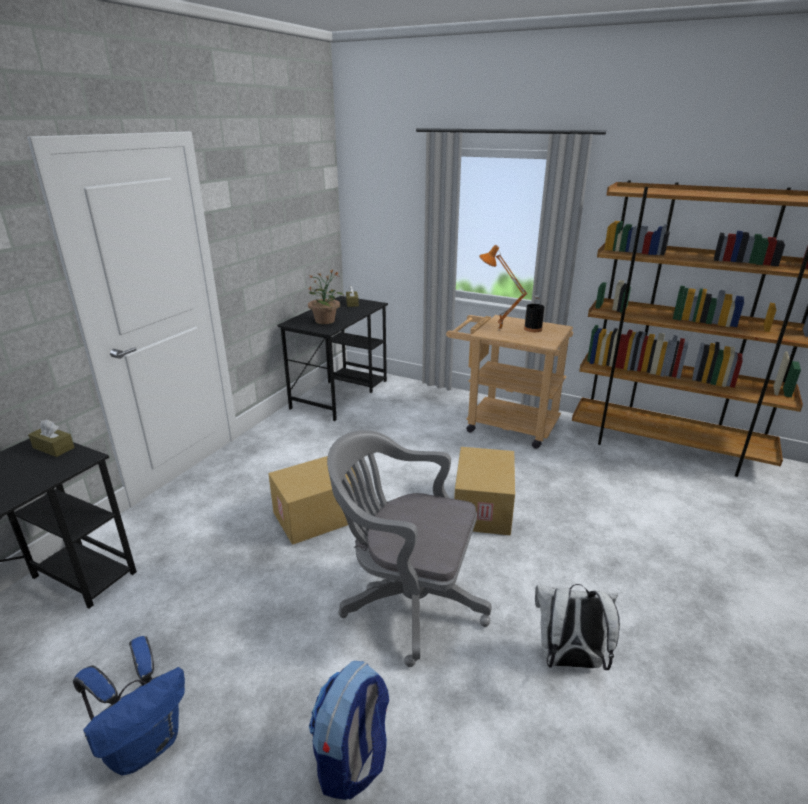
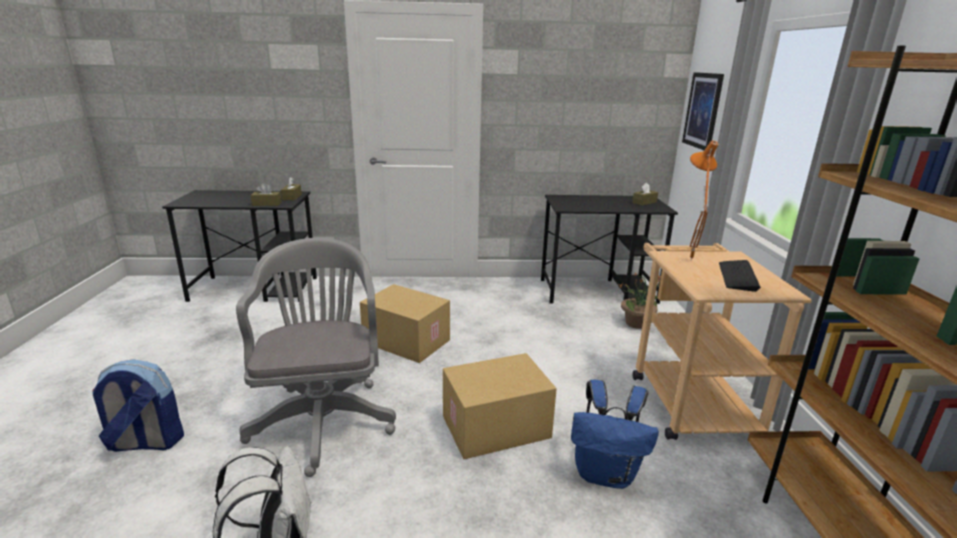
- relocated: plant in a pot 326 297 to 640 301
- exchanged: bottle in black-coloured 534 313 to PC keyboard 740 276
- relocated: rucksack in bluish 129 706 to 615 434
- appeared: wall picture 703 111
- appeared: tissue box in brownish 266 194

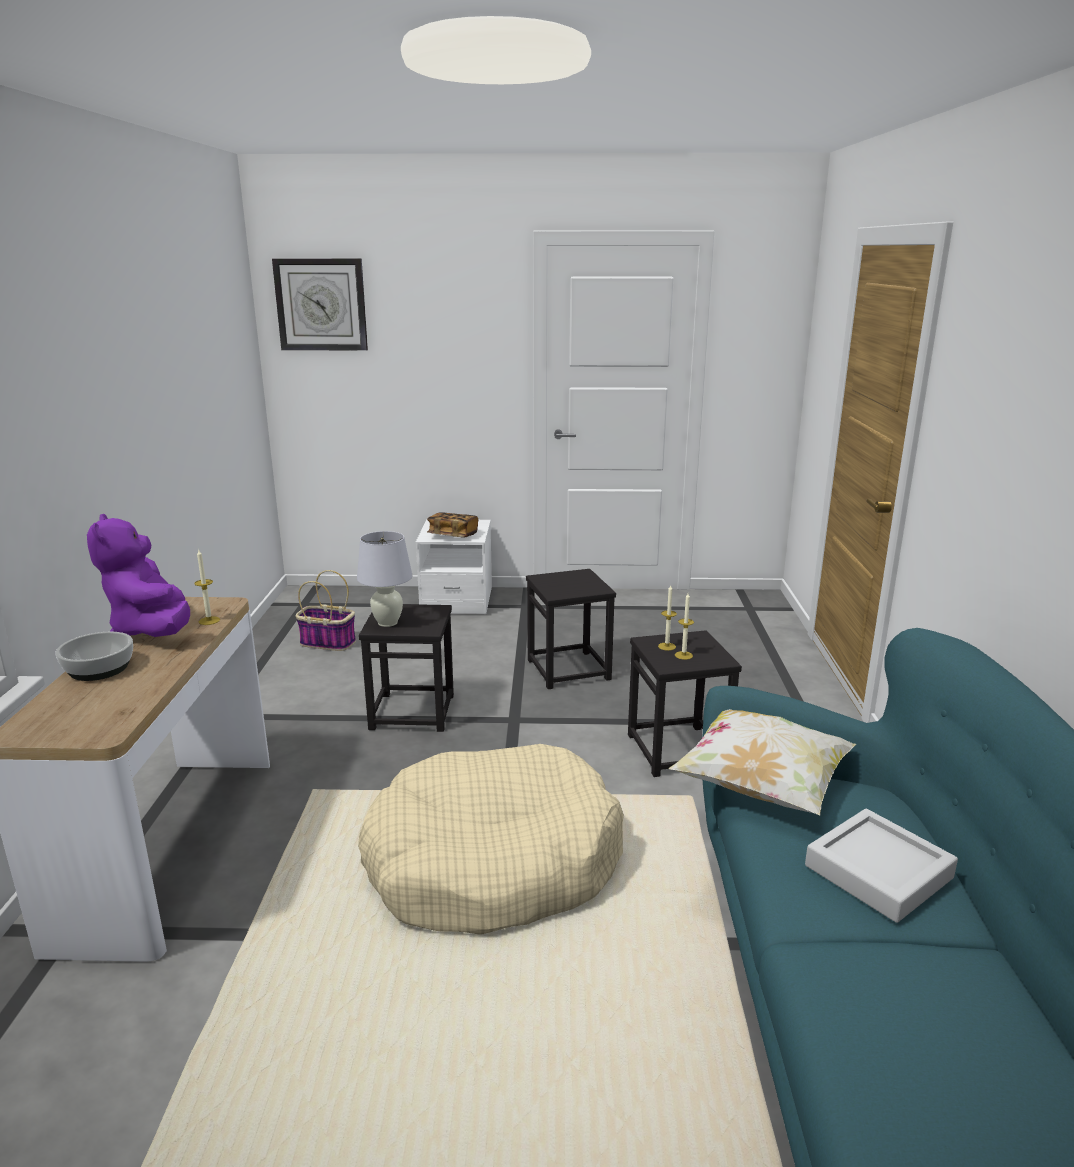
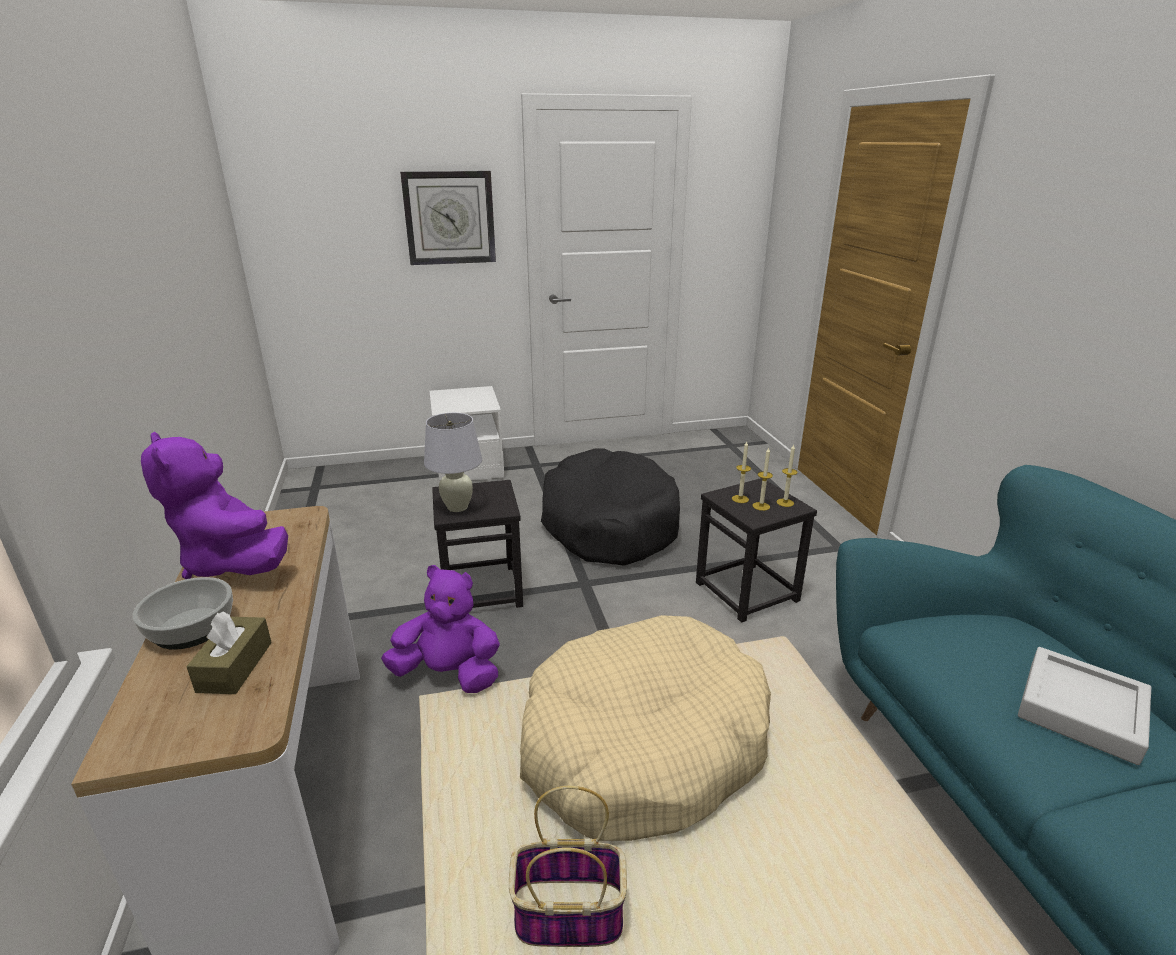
- relocated: clock on the wall 320 304 to 448 218
- missing: bound book 452 525
- relocated: candle 207 587 to 787 476
- exchanged: stool seat in black-coloured 571 629 to pet bed in black-coloured 610 507
- relocated: basket 326 610 to 568 866
- missing: throw pillow 762 762
- appeared: soft toy in purple-coloured 440 629
- appeared: tissue box in brownish 229 652

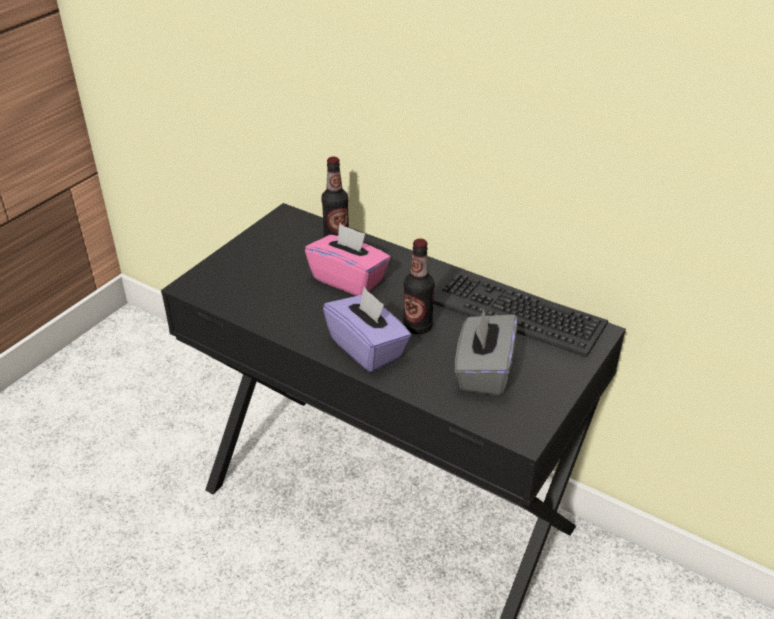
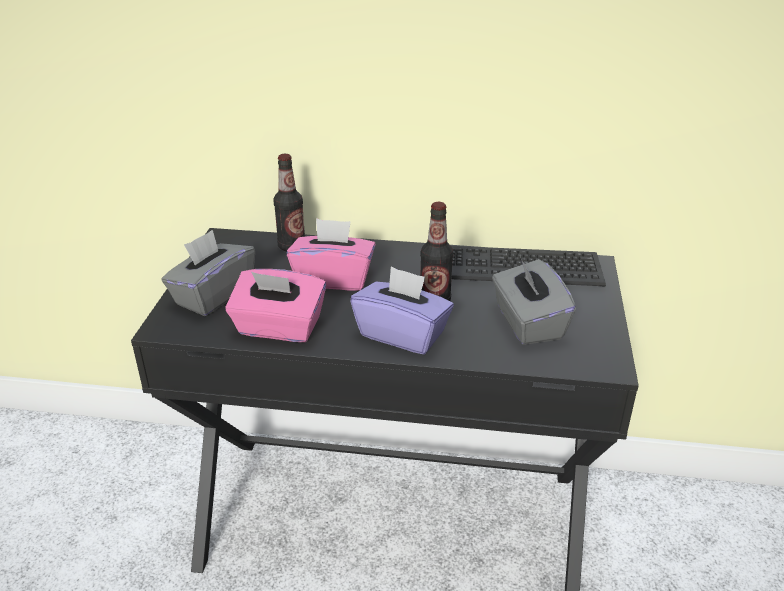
- appeared: tissue box in grey 208 273
- appeared: tissue box in pinkish 276 305

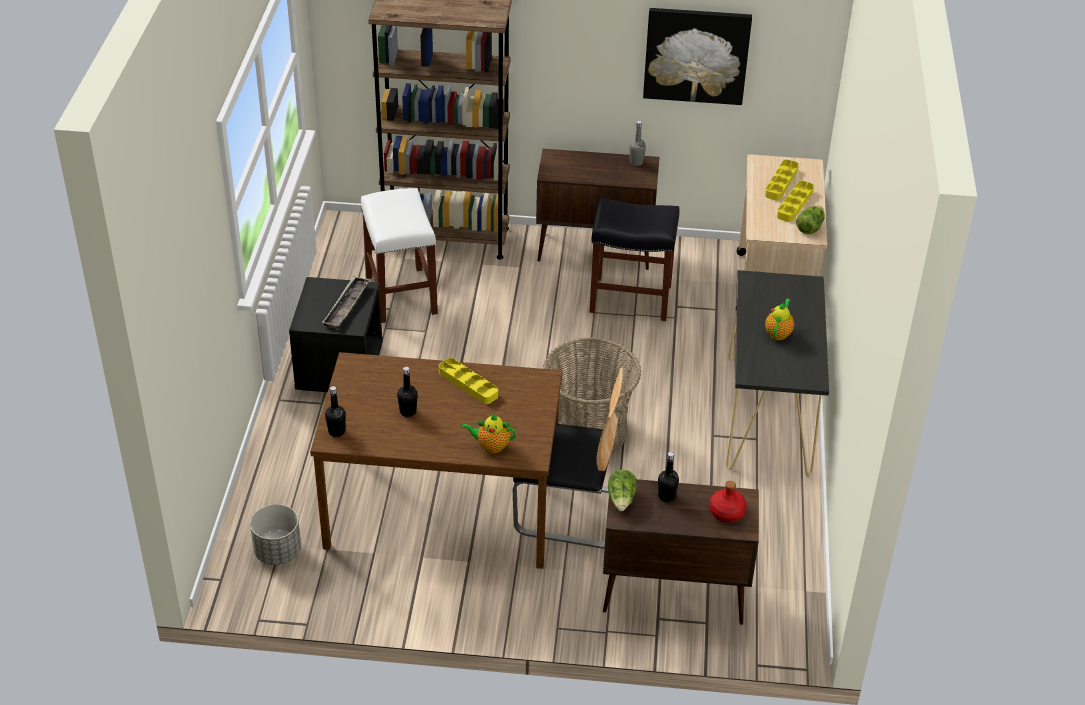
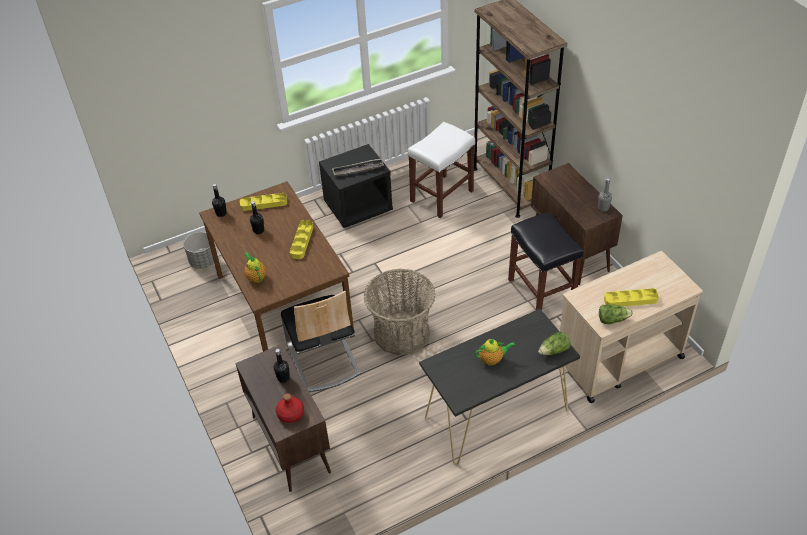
- missing: wall picture 697 56
- relocated: carrying tray in yellow-coloured 782 180 to 263 202
- relocated: head of lettuce 622 490 to 554 343

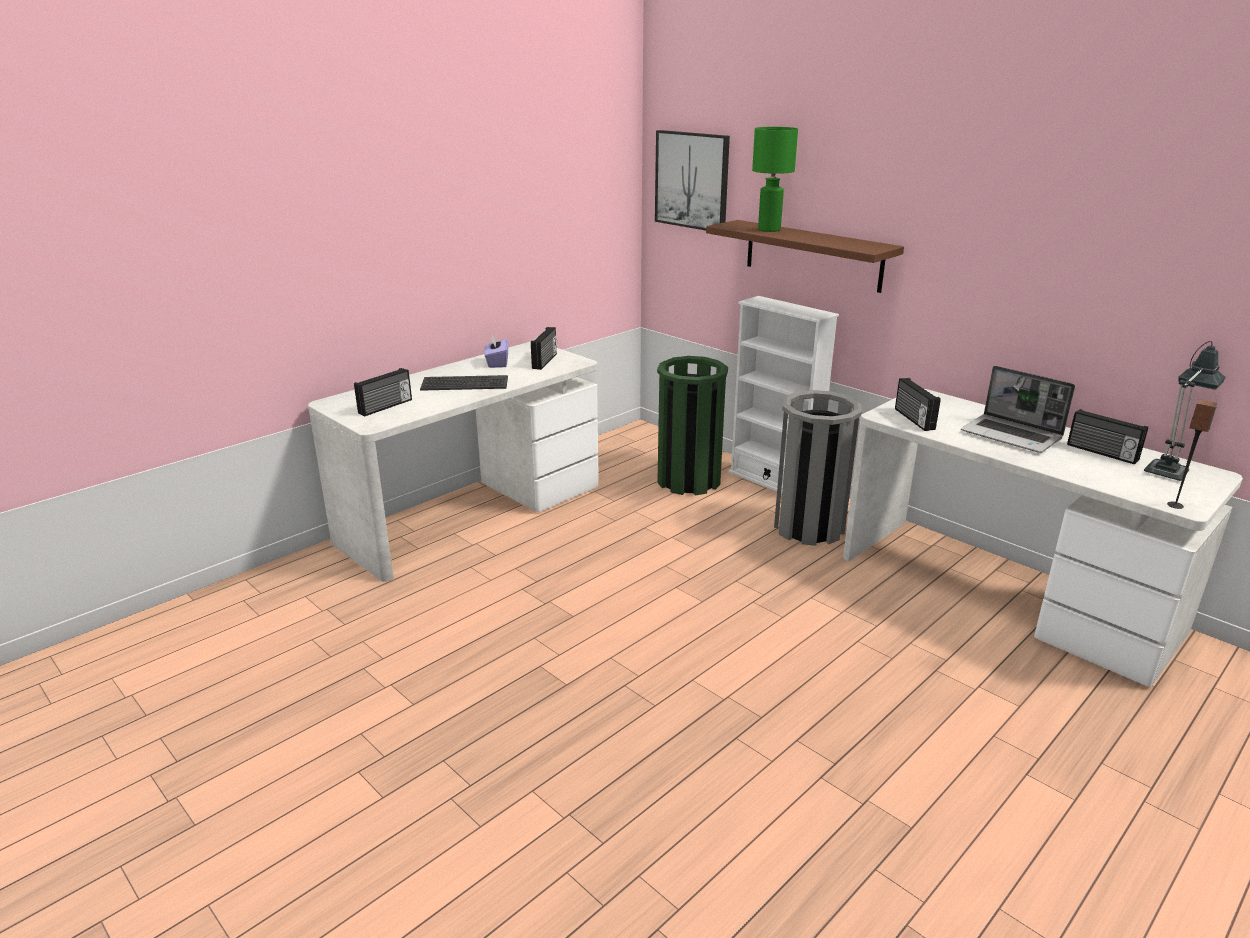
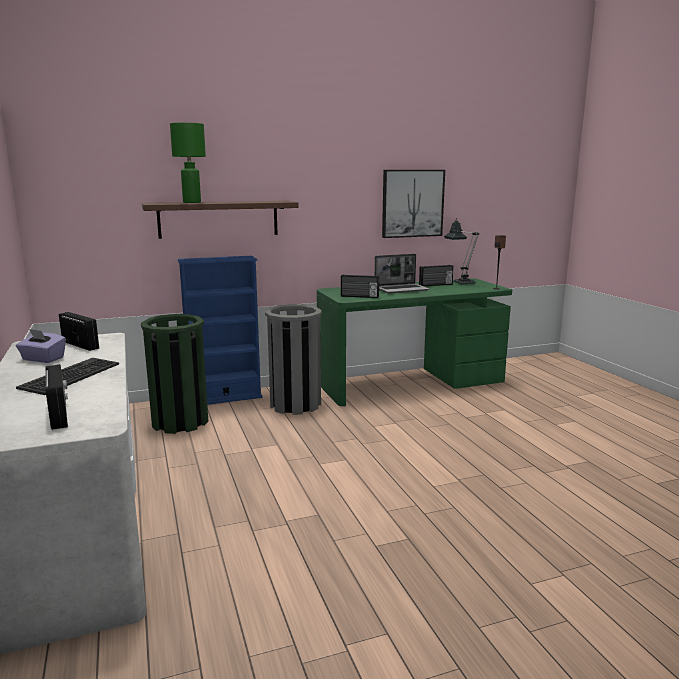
- relocated: wall picture 692 180 to 413 204
- colour: shelving unit in white-coloured 784 395 to shelving unit in bluish 220 330
- colour: desk table in white-coloured 1043 537 to desk table in greenish 414 342

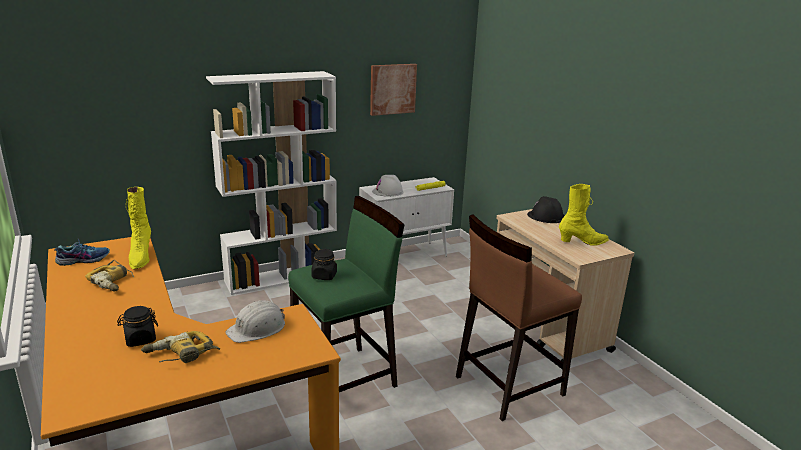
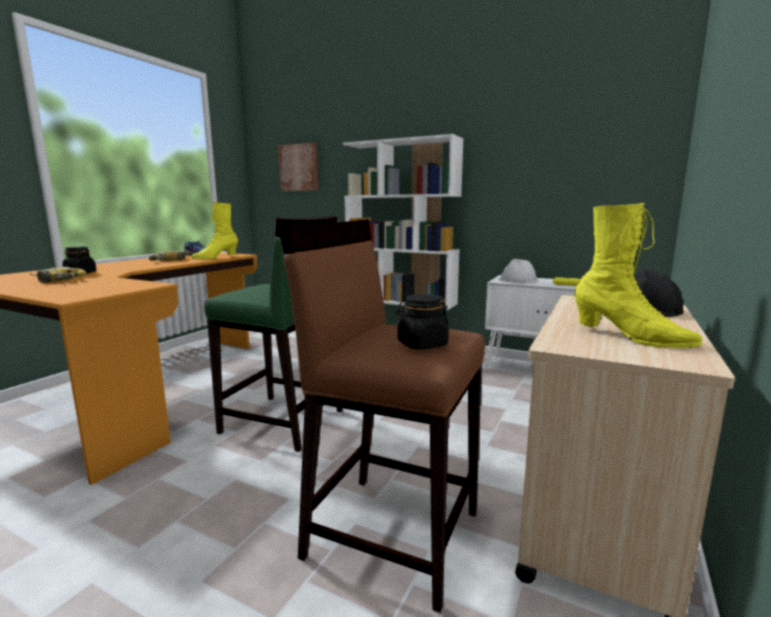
- relocated: wall picture 393 90 to 298 166
- relocated: preserve jar in black-coloured 324 264 to 422 321
- missing: safety helmet in white-coloured 255 321

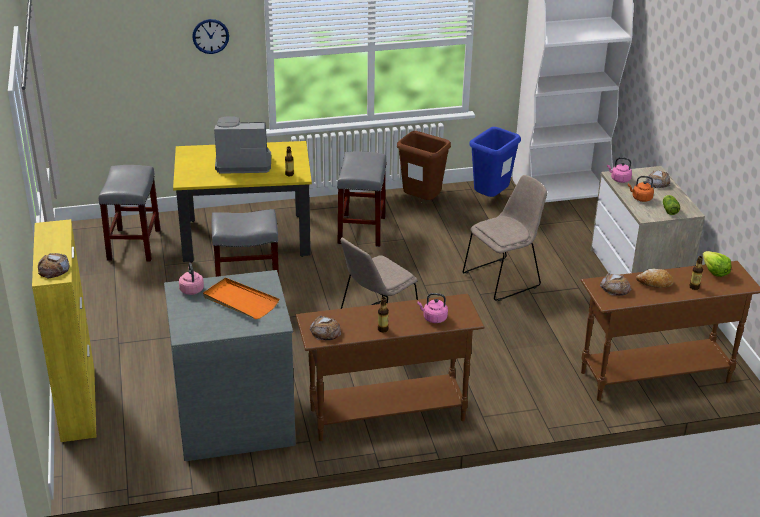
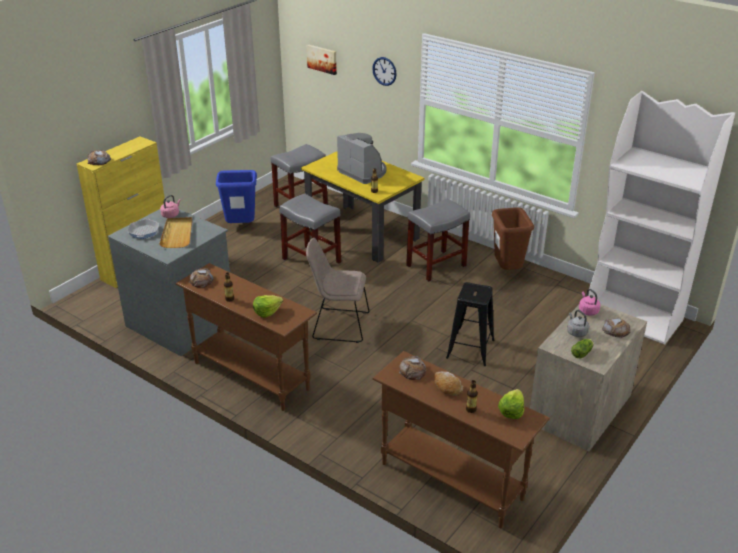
- relocated: rubbish bin in bluish 495 162 to 236 196
- exchanged: chair in beige-coloured 505 238 to stool seat in black-coloured 470 324
- colour: kettle in orange 641 189 to kettle in grey 578 323
- colour: carrying tray in orange 241 298 to carrying tray in beige-coloured 175 232
- exchanged: kettle in pinkish 432 308 to head of lettuce 268 306
- appeared: wall picture 322 60
- appeared: skillet 143 228

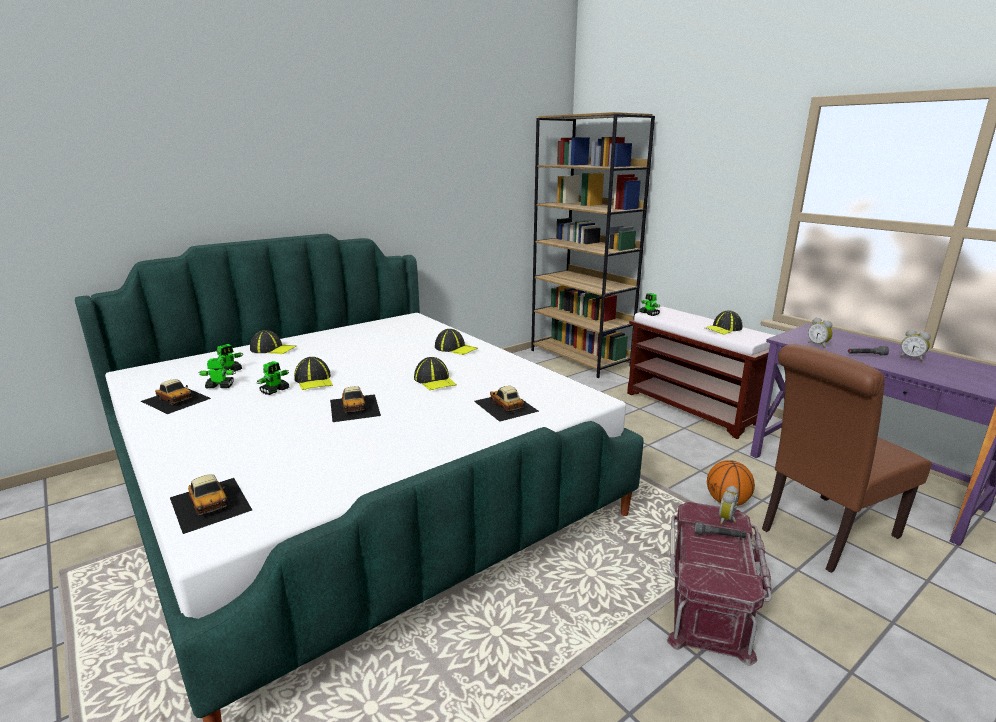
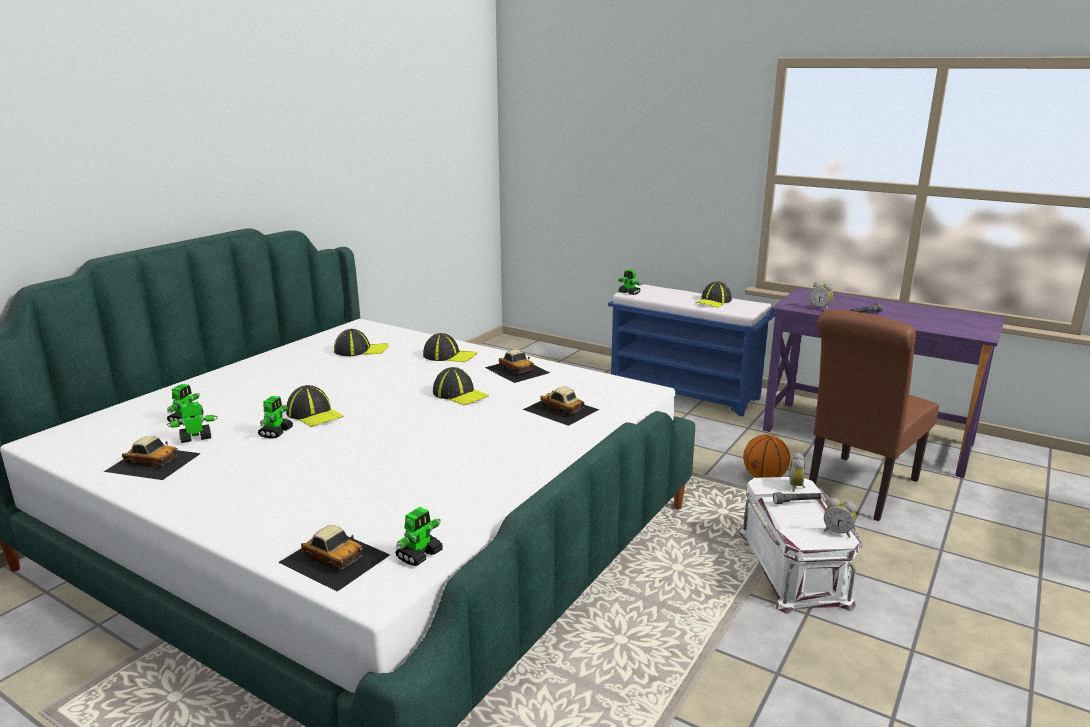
- missing: shelving unit in brownish 593 245
- colour: long seat in brownish 701 373 to long seat in bluish 691 350
- relocated: table clock 915 345 to 840 518
- relocated: baseball cap 273 342 to 361 342
- relocated: model car 355 404 to 517 366
- colour: storage bin in reddish 719 584 to storage bin in white-coloured 800 545
- appeared: robot figure 419 536

